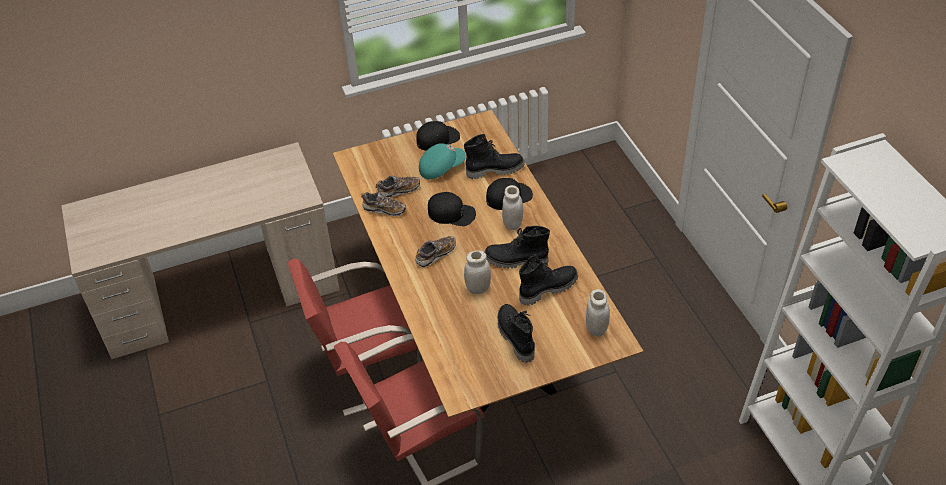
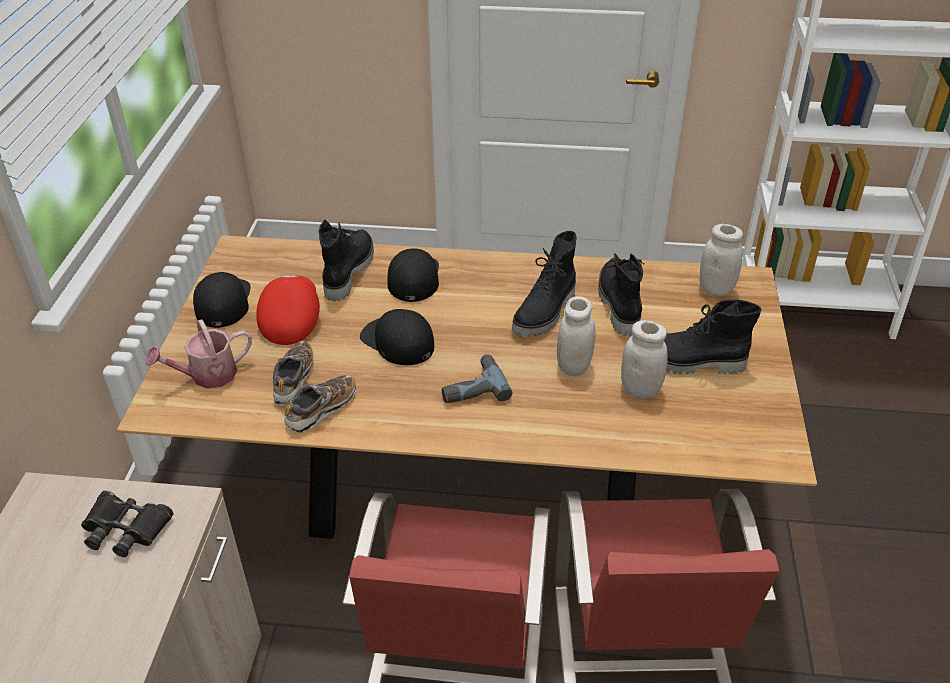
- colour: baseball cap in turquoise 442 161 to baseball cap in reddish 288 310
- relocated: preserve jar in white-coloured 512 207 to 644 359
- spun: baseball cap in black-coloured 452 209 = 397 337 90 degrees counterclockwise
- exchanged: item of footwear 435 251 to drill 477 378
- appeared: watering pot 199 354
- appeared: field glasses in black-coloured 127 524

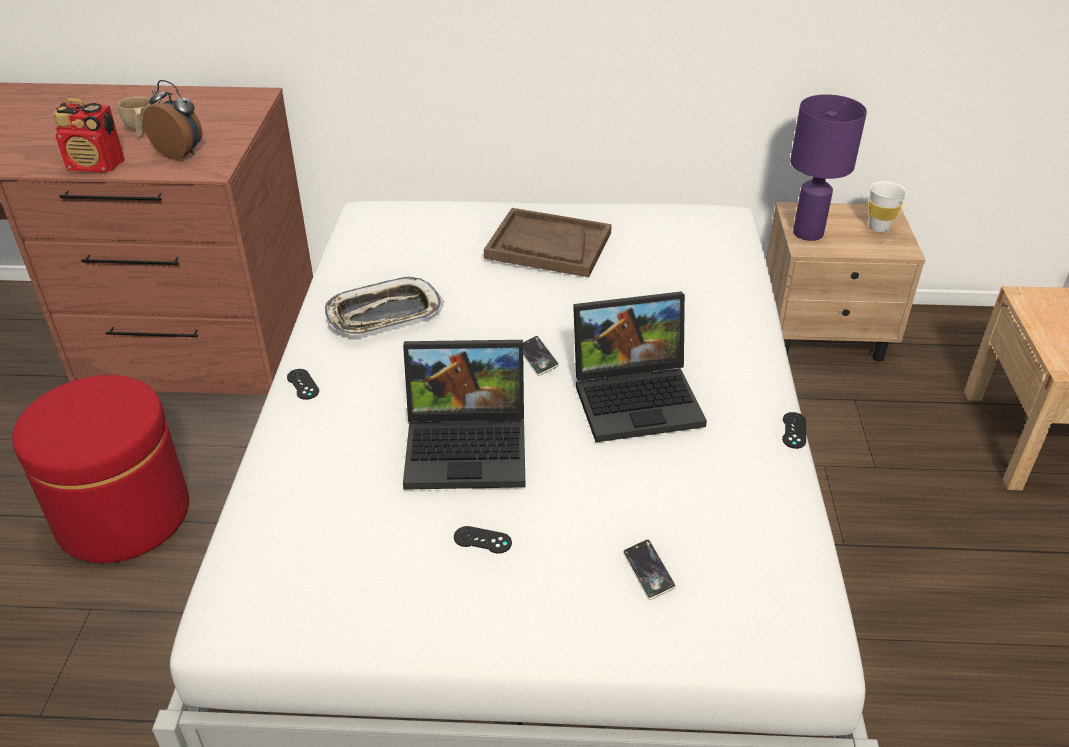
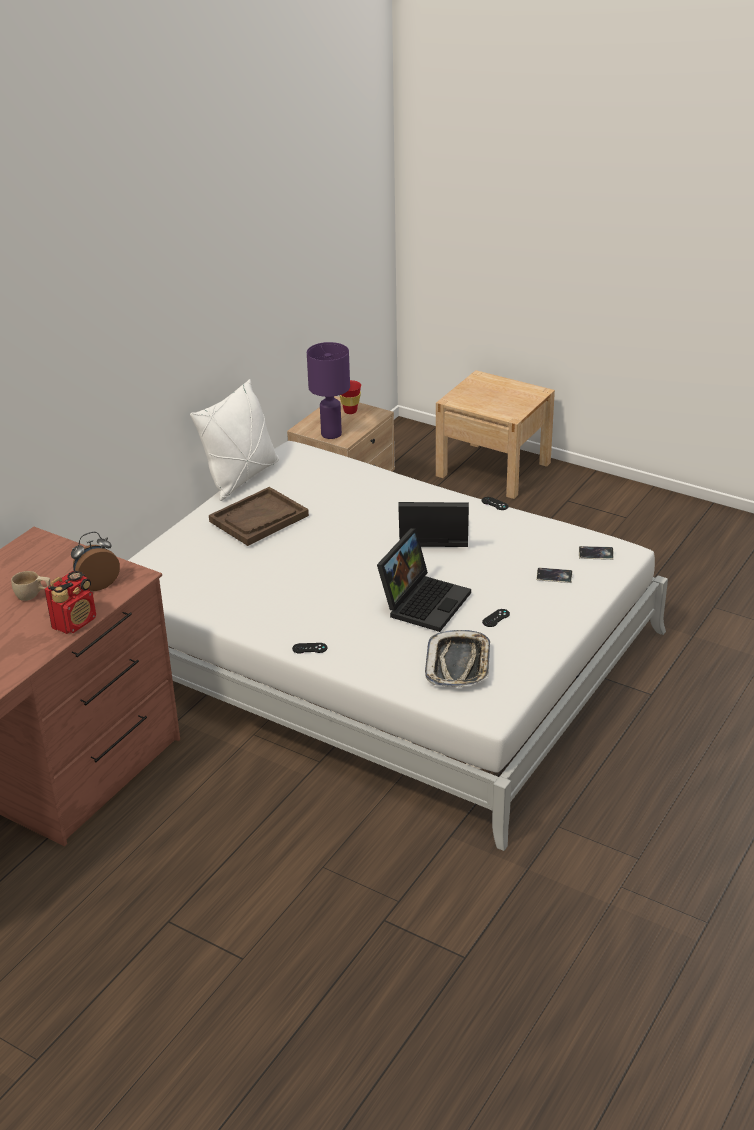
- colour: cup in white-coloured 887 206 to cup in reddish 350 397
- relocated: carrying tray 384 306 to 457 658
- spun: portable computer 640 366 = 433 524 105 degrees counterclockwise
- relocated: telephone 541 356 to 596 553
- missing: footrest in reddish 100 469
- appeared: throw pillow in white-coloured 234 440

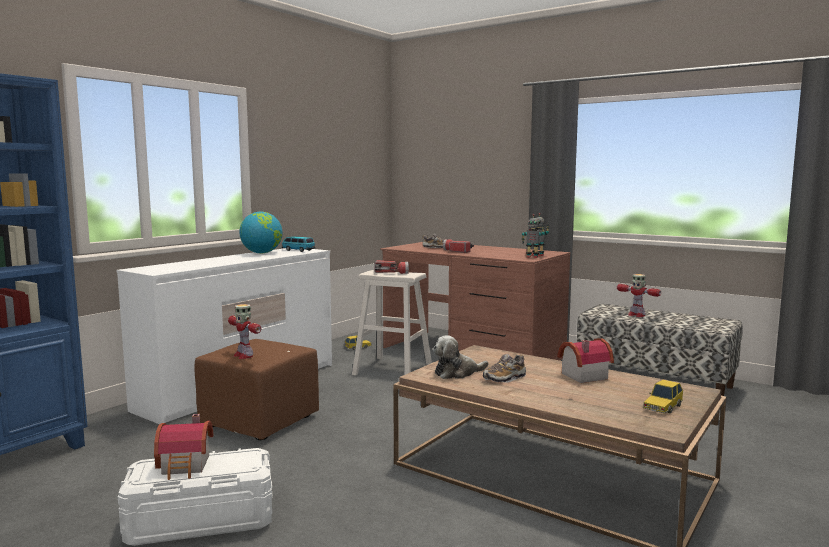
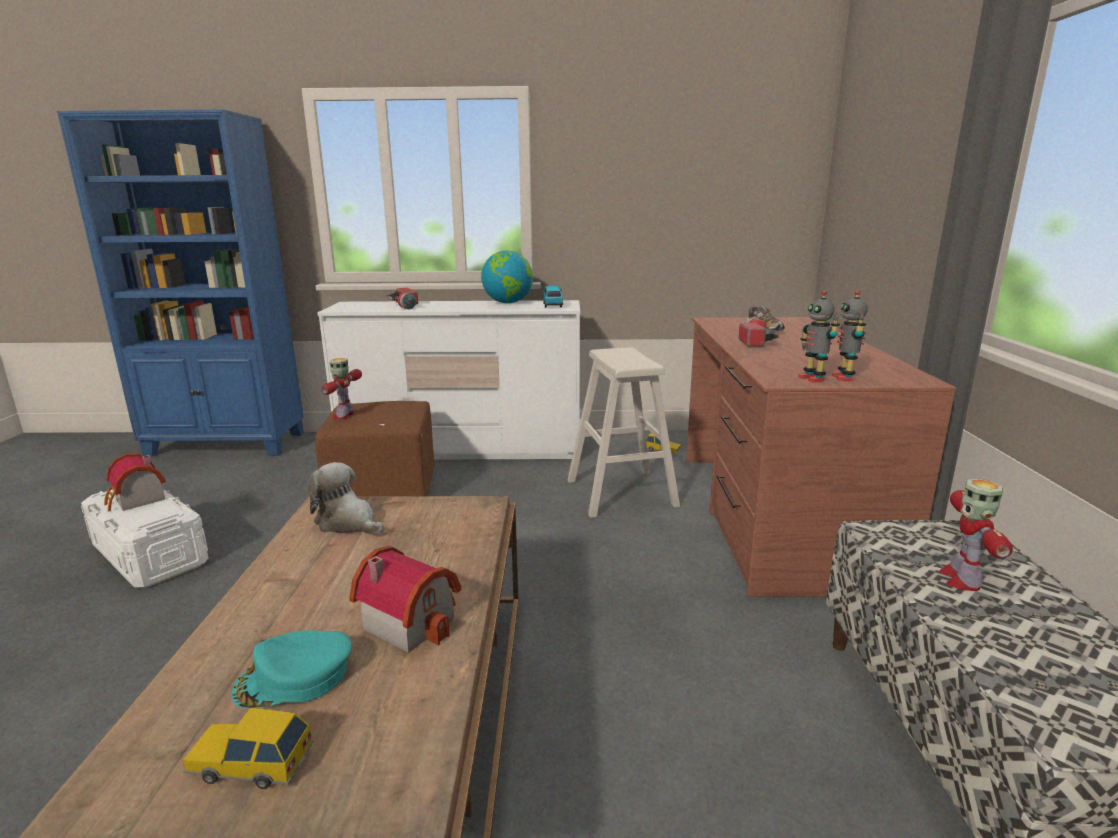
- relocated: hand torch 391 267 to 402 298
- missing: item of footwear 504 368
- appeared: baseball cap in turquoise 291 669

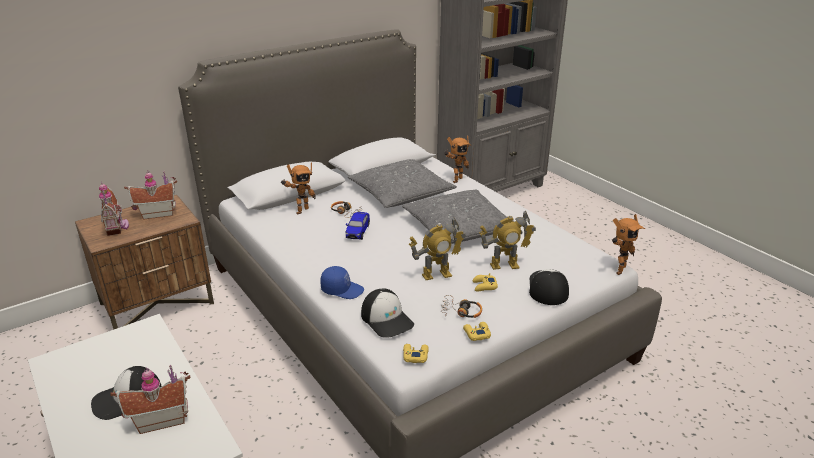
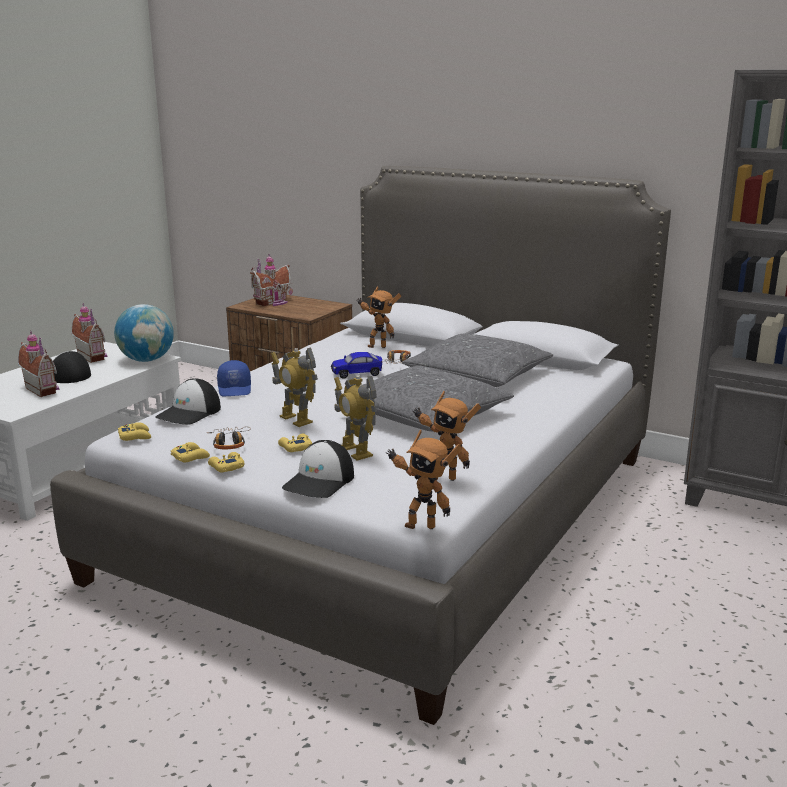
- relocated: robot figure 458 159 to 446 436
- relocated: miniature house 150 195 to 89 333
- spun: baseball cap 549 287 = 318 469 135 degrees clockwise
- appeared: desk globe 144 333
- appeared: joypad in yellow-coloured 226 462

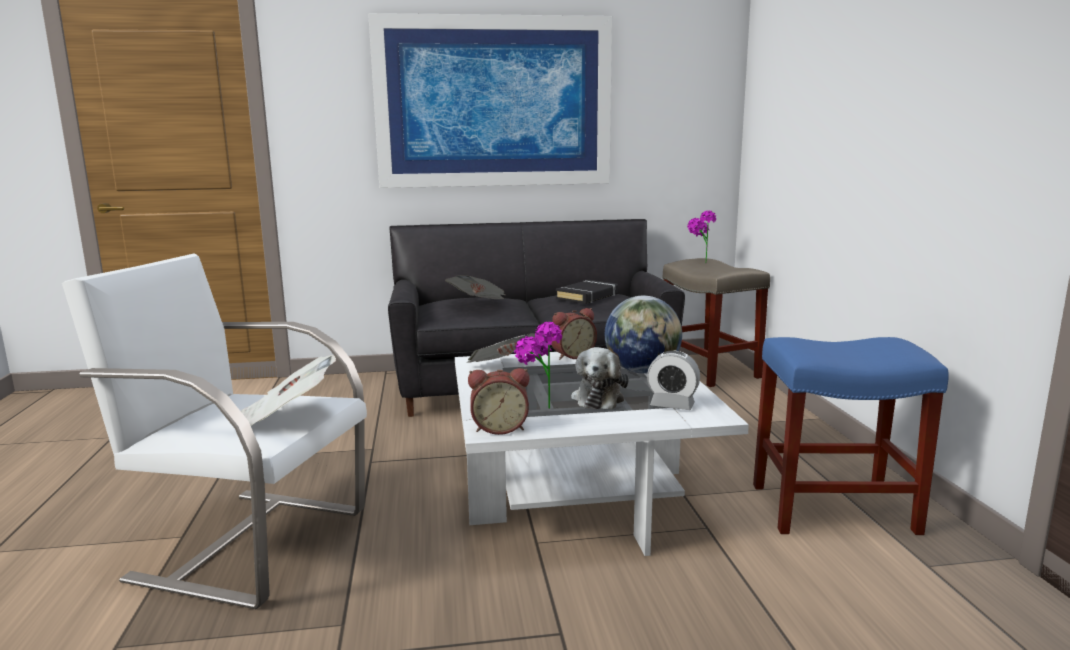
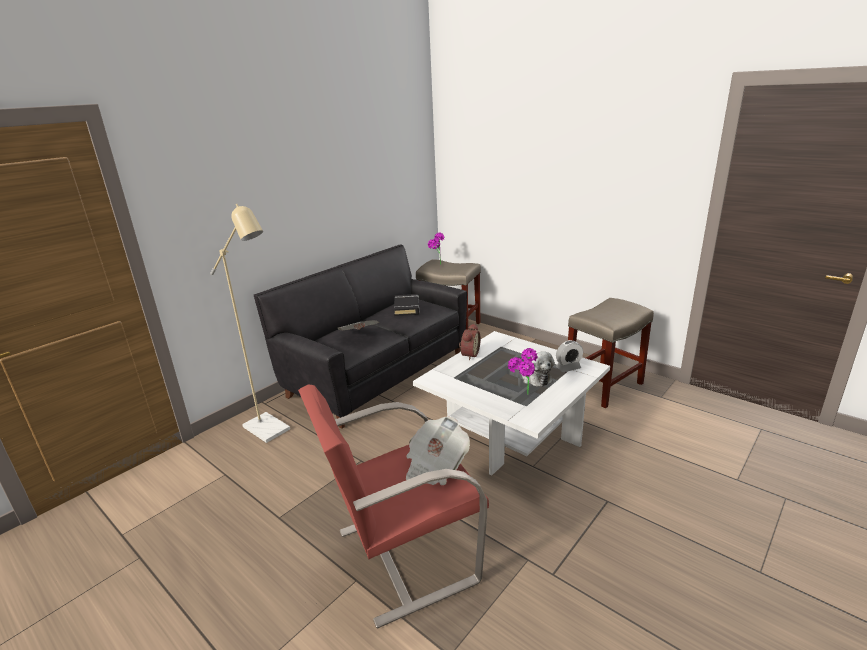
- missing: wall picture 490 100
- colour: easy chair in white-coloured 214 431 to easy chair in reddish 393 506
- missing: desk globe 643 335
- missing: newspaper 506 348
- colour: stool seat in bluish 851 436 to stool seat in beige-coloured 611 353
- missing: table clock 498 401
- appeared: standing lamp in beige-coloured 250 323

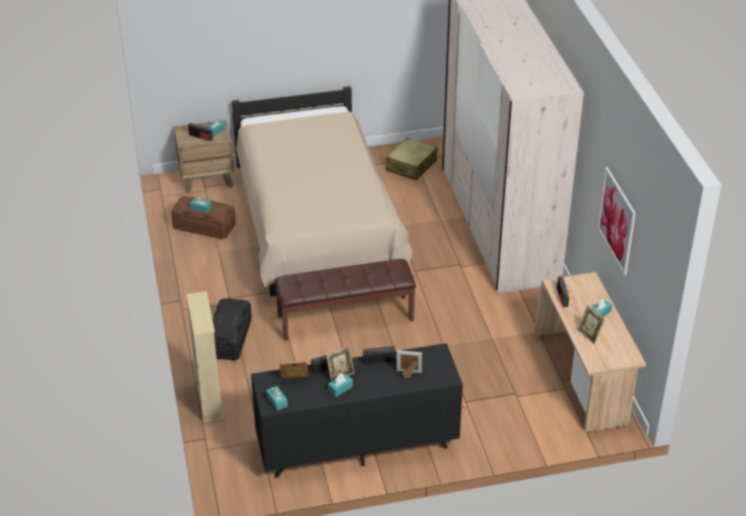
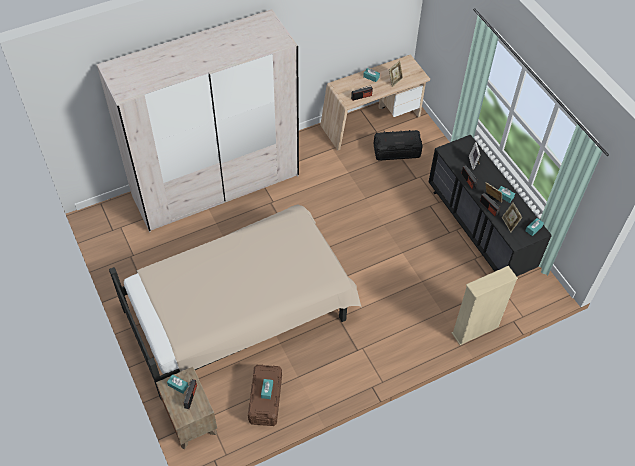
- missing: piece of luggage in beige-coloured 411 159
- missing: wall picture 616 221
- missing: long seat in brownish 345 300
- relocated: storage bin in black-coloured 232 329 to 398 145

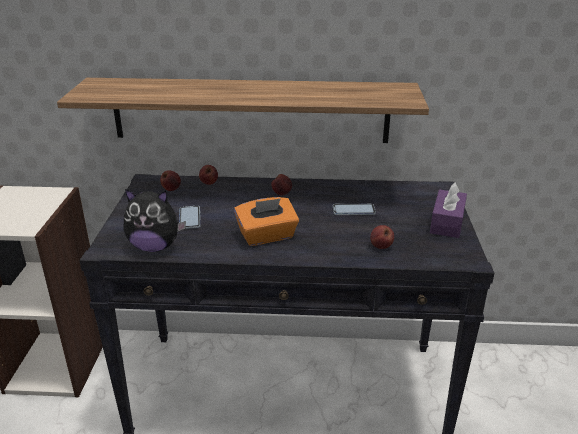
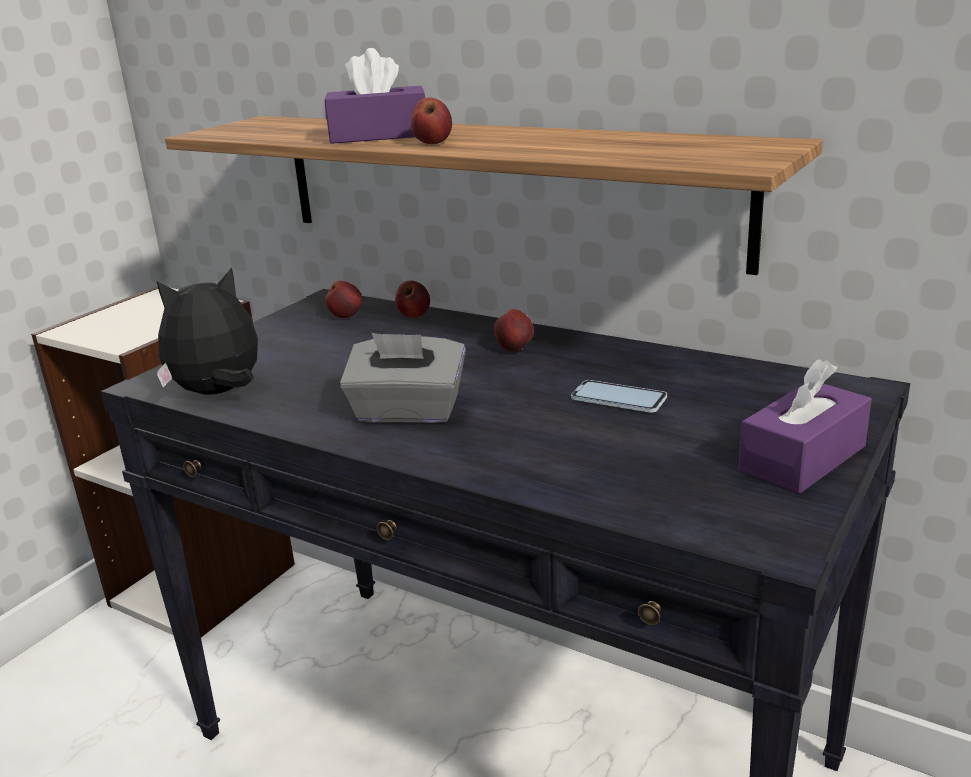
- spun: soft toy 155 220 = 207 331 120 degrees clockwise
- colour: tissue box in orange 266 221 to tissue box in grey 403 378
- missing: telephone 189 217
- relocated: whole apple 382 237 to 431 120
- appeared: tissue box in purple-coloured 375 96

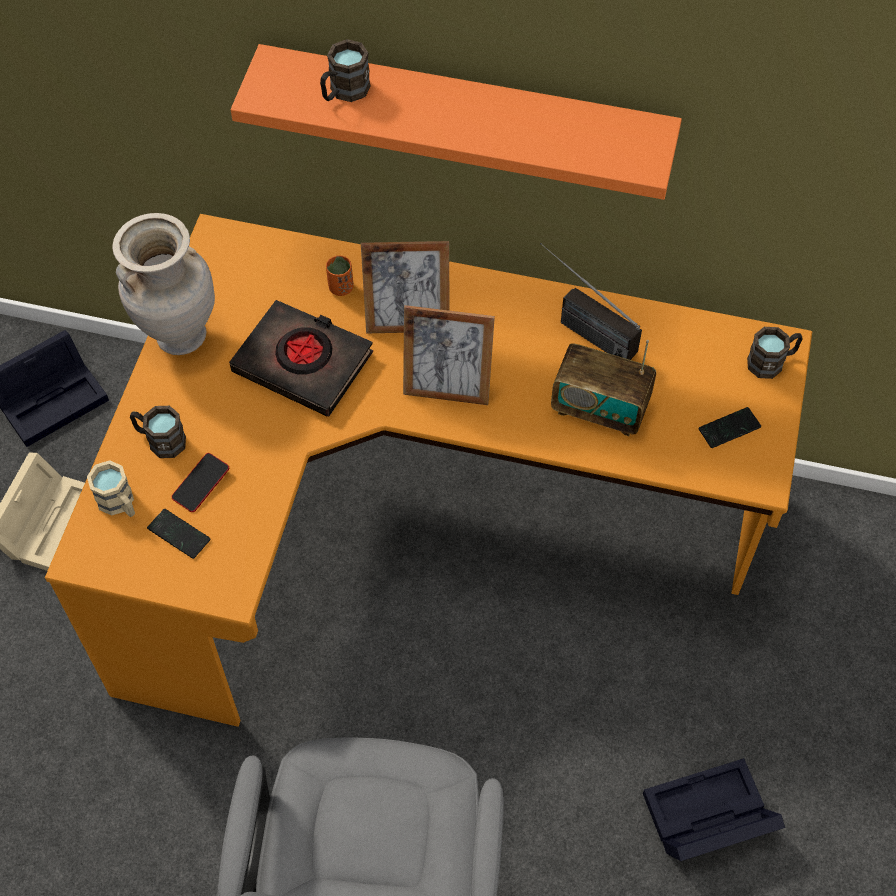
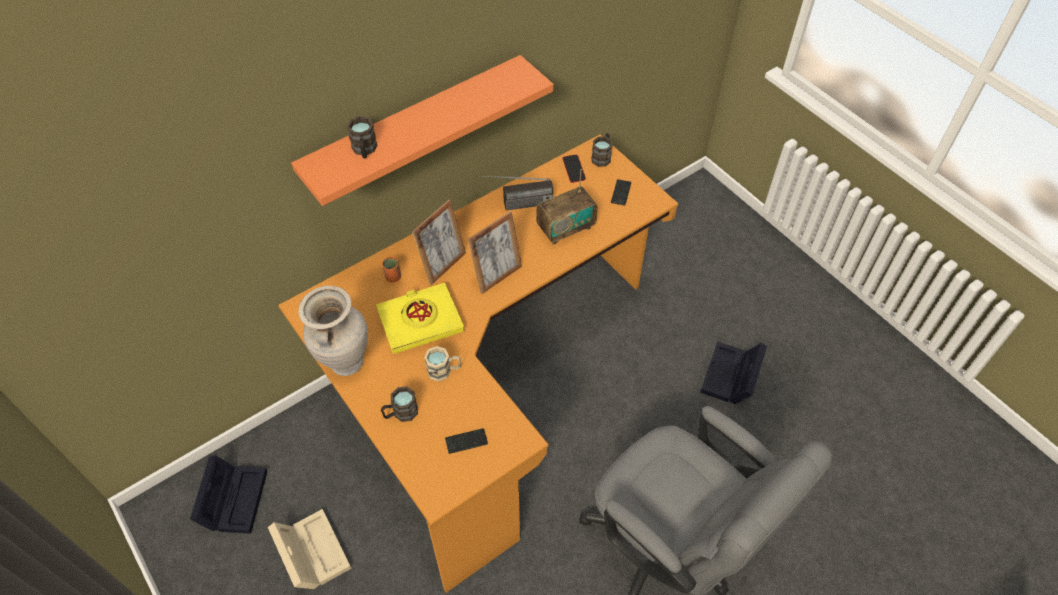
- colour: bound book in black-coloured 301 358 to bound book in yellow-coloured 420 318
- relocated: telephone 200 482 to 574 168
- relocated: mug in beige-coloured 111 488 to 442 364

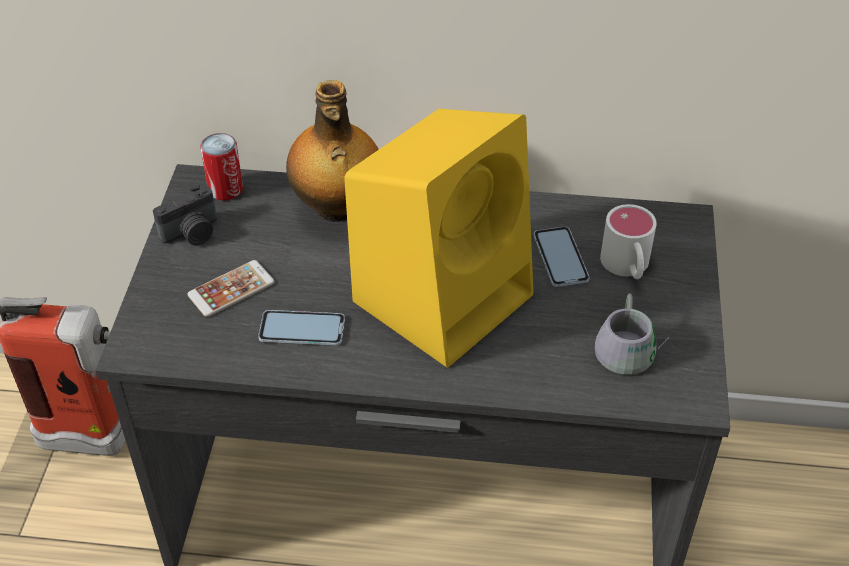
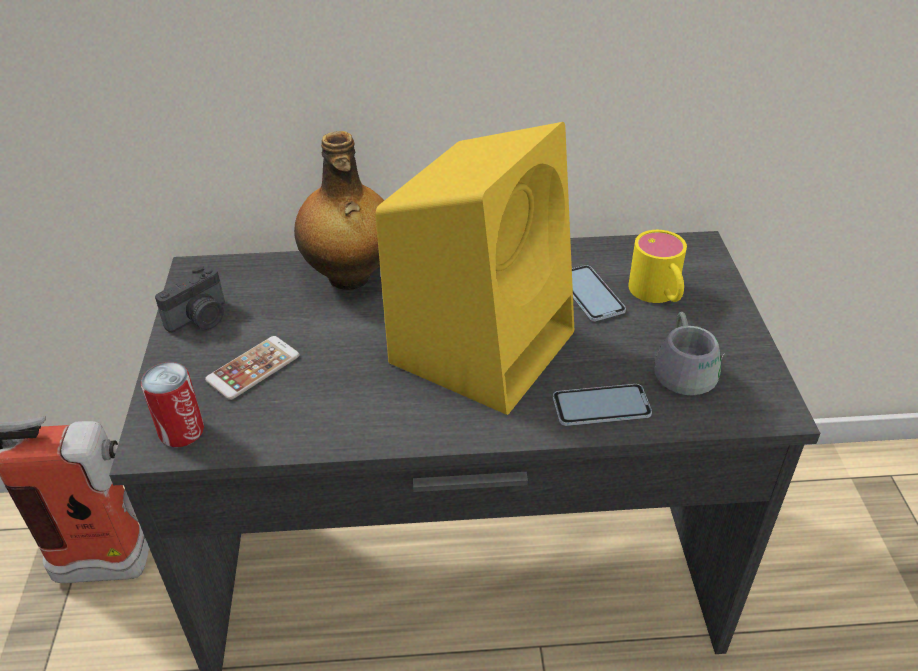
- relocated: metal can 222 167 to 172 404
- colour: mug in white-coloured 628 241 to mug in yellow-coloured 657 266
- relocated: telephone 301 328 to 602 405

